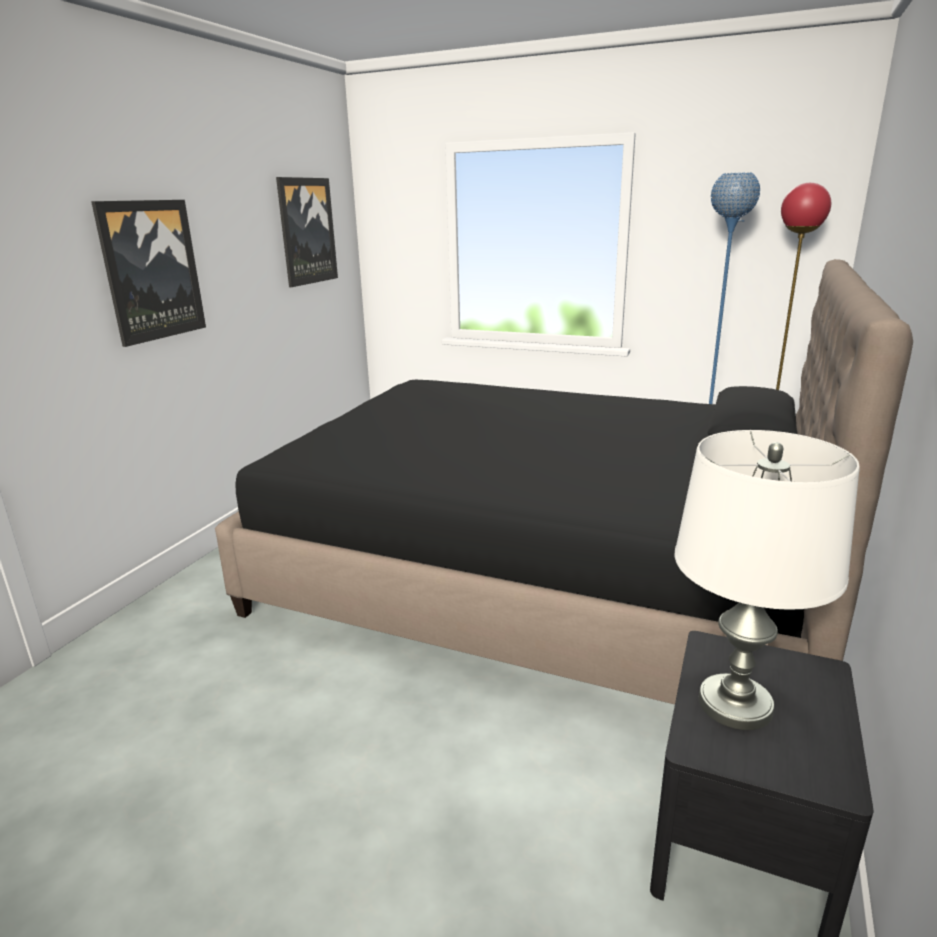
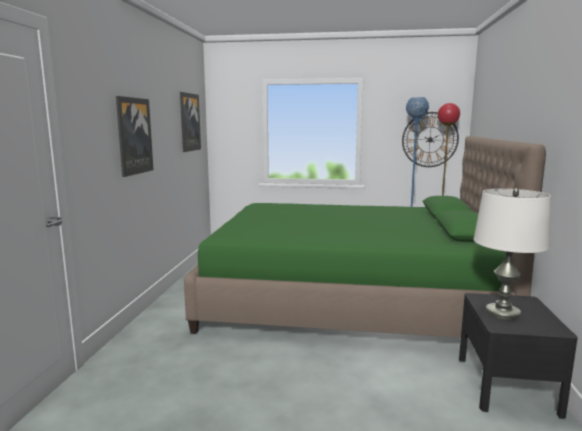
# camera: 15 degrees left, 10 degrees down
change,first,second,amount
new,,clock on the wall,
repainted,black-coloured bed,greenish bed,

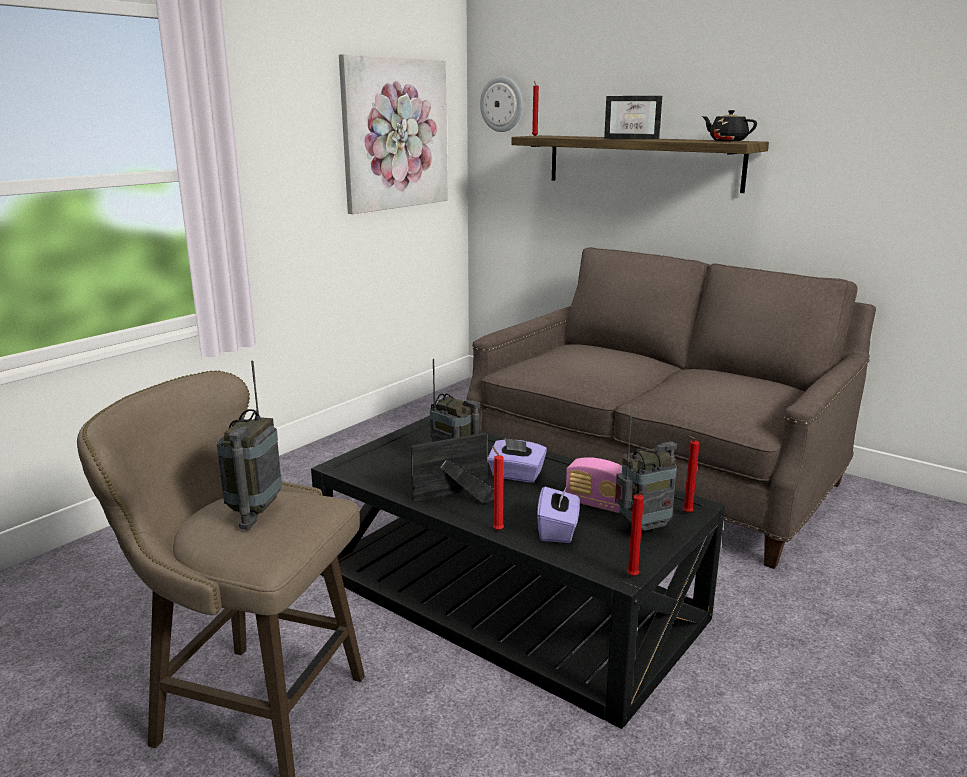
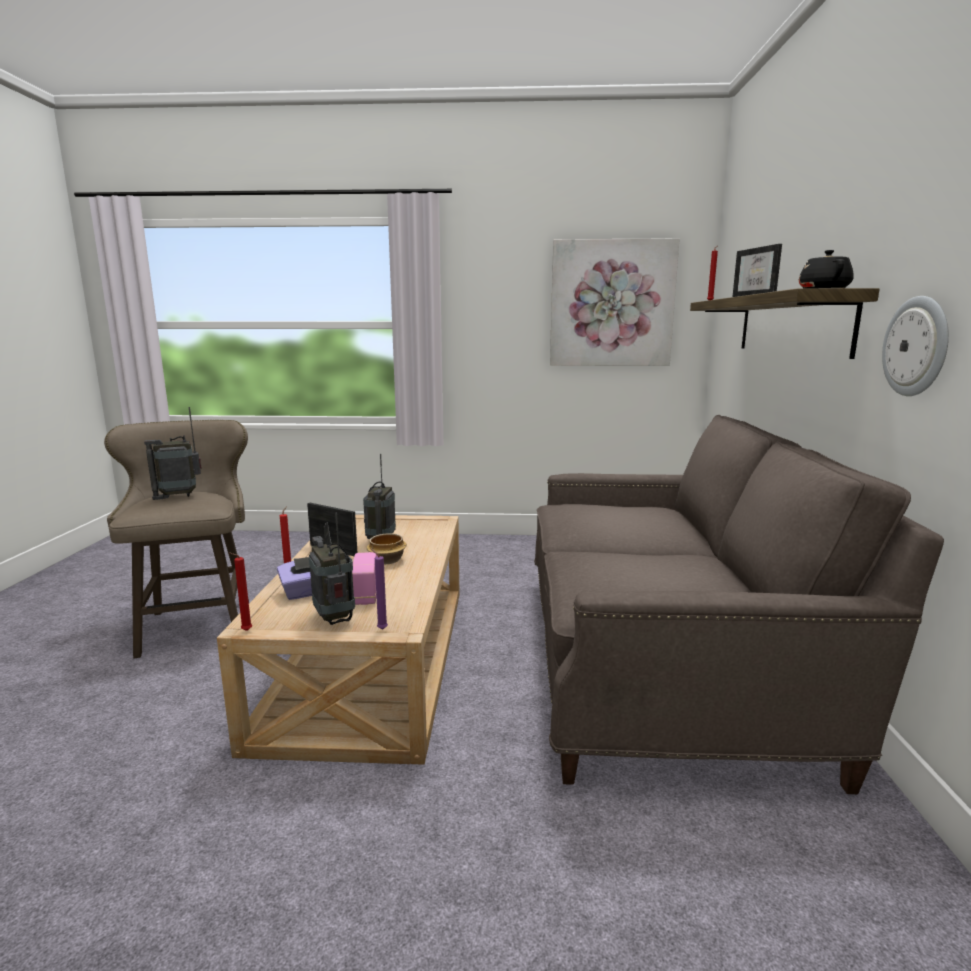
# camera: 55 degrees right, 5 degrees down
change,first,second,amount
shifted,clock on the wall,,
swapped,purple-coloured tissue holder (no. 1 from left),bowl,
repainted,black-coloured low table,beige low table,
repainted,red-coloured candle (no. 4 from left),purple-coloured candle,
rotated,radio set (no. 4 from left in the first image),radio set (no. 2 from left),150 degrees counterclockwise

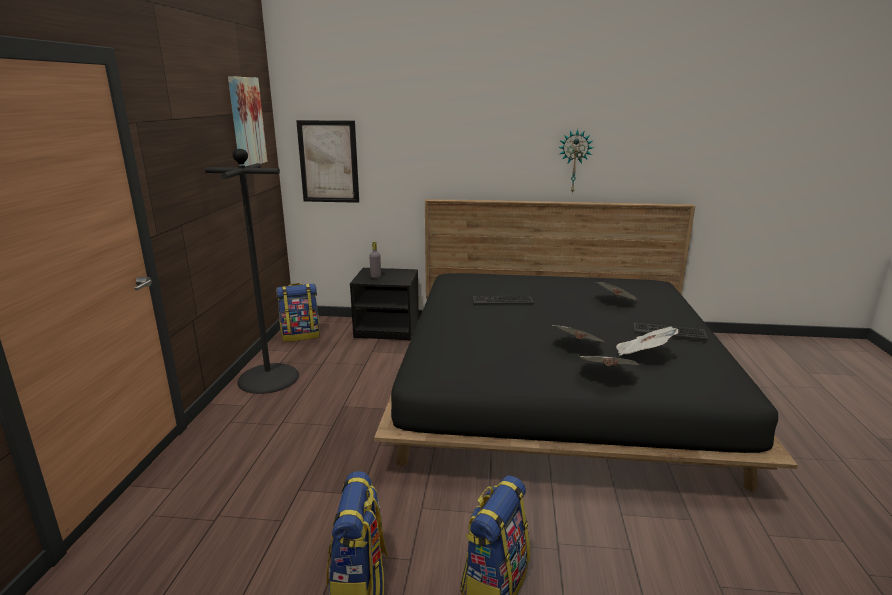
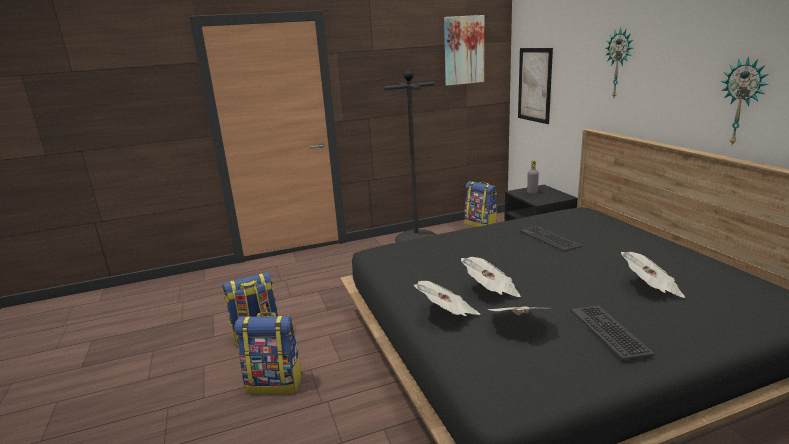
# camera: 65 degrees right, 0 degrees up
change,first,second,amount
new,,clock on the wall (no. 1 from left),

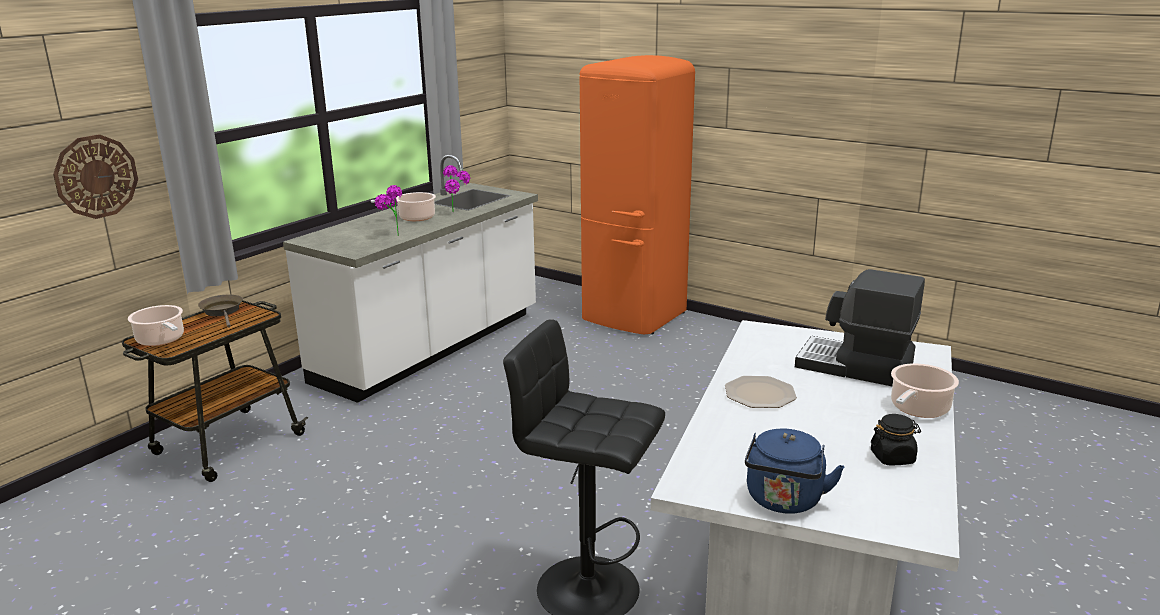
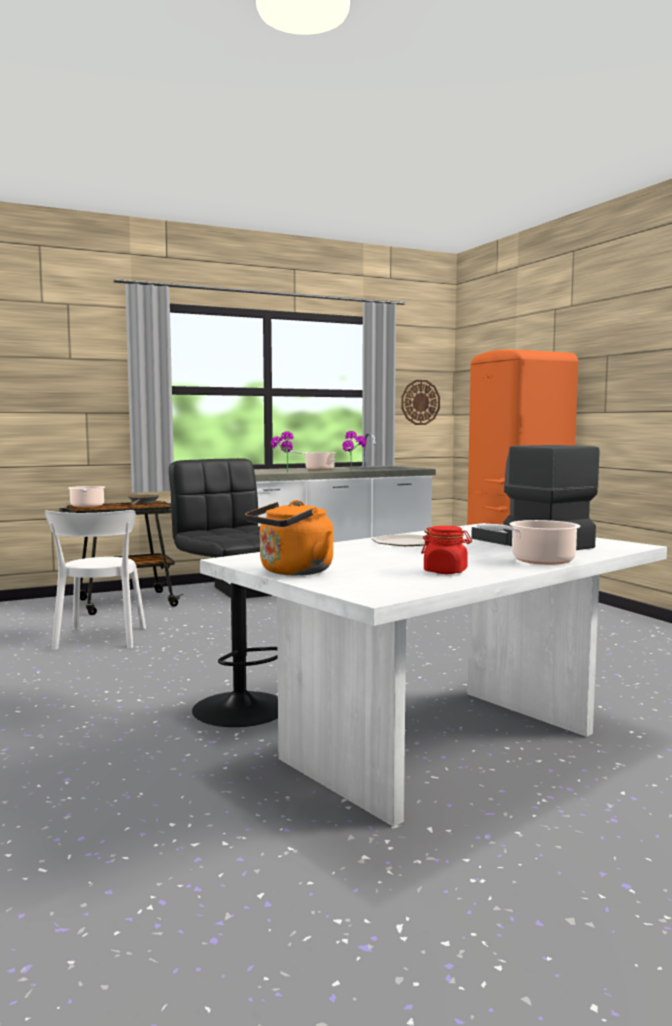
# camera: 30 degrees right, 15 degrees down
change,first,second,amount
new,,whitish chair,
shifted,clock on the wall,,
repainted,bluish kettle,orange-coloured kettle,
repainted,black-coloured jar,red-coloured jar,

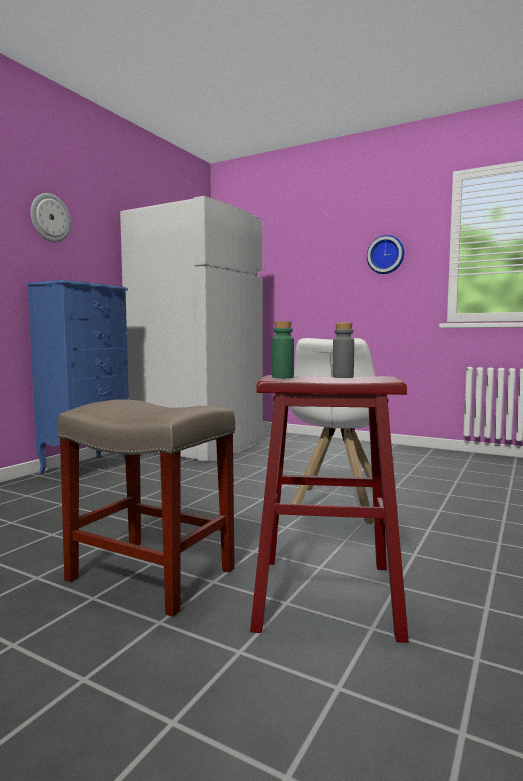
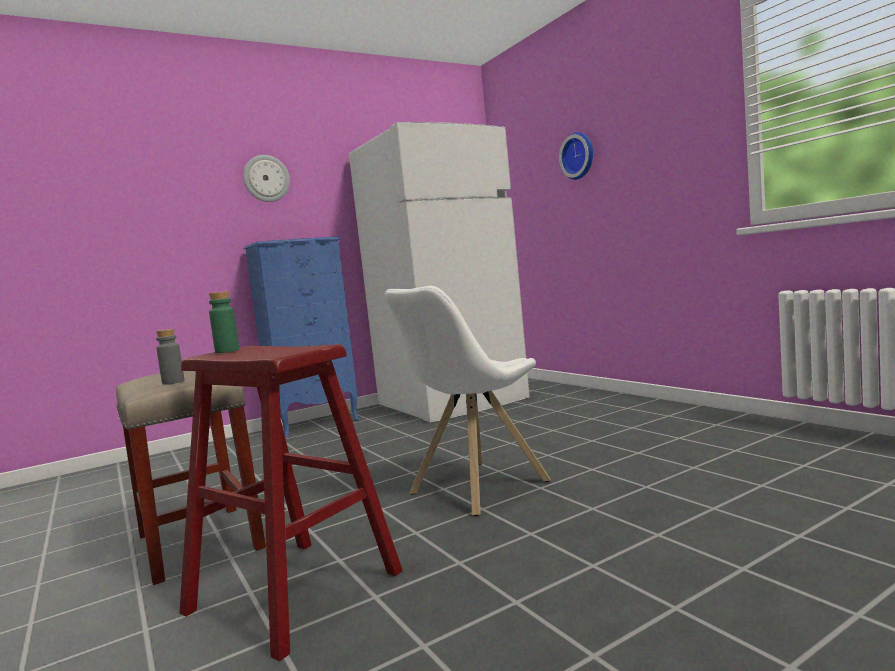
# camera: 30 degrees right, 0 degrees up
change,first,second,amount
shifted,greyish drink bottle,,
shifted,clock on the wall (no. 2 from left),,

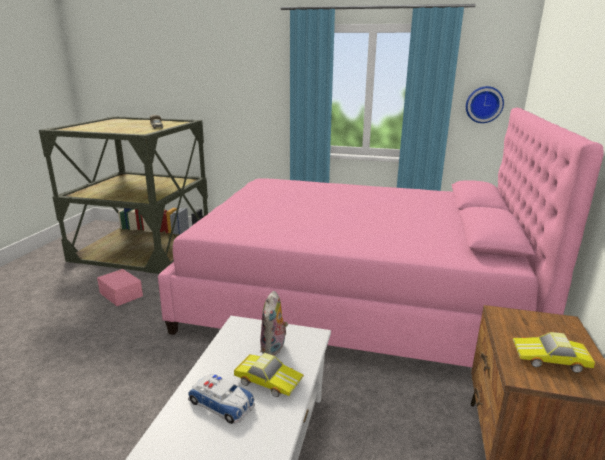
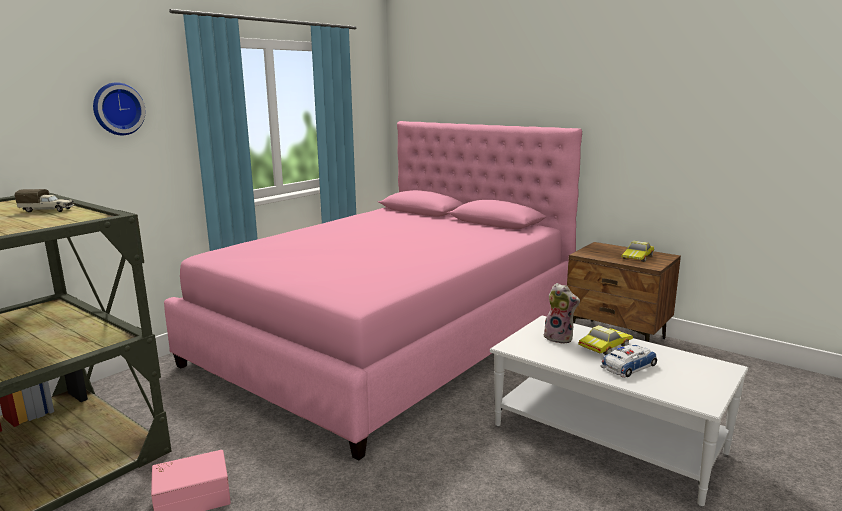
# camera: 65 degrees left, 5 degrees down
change,first,second,amount
shifted,clock on the wall,,

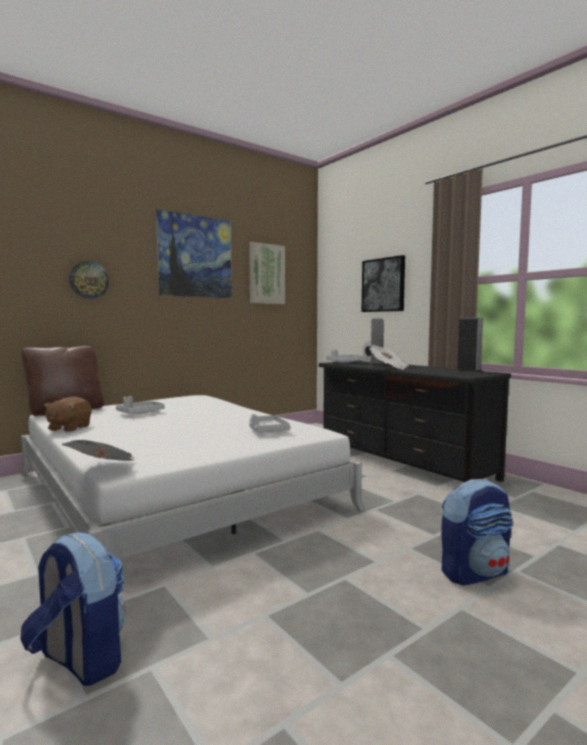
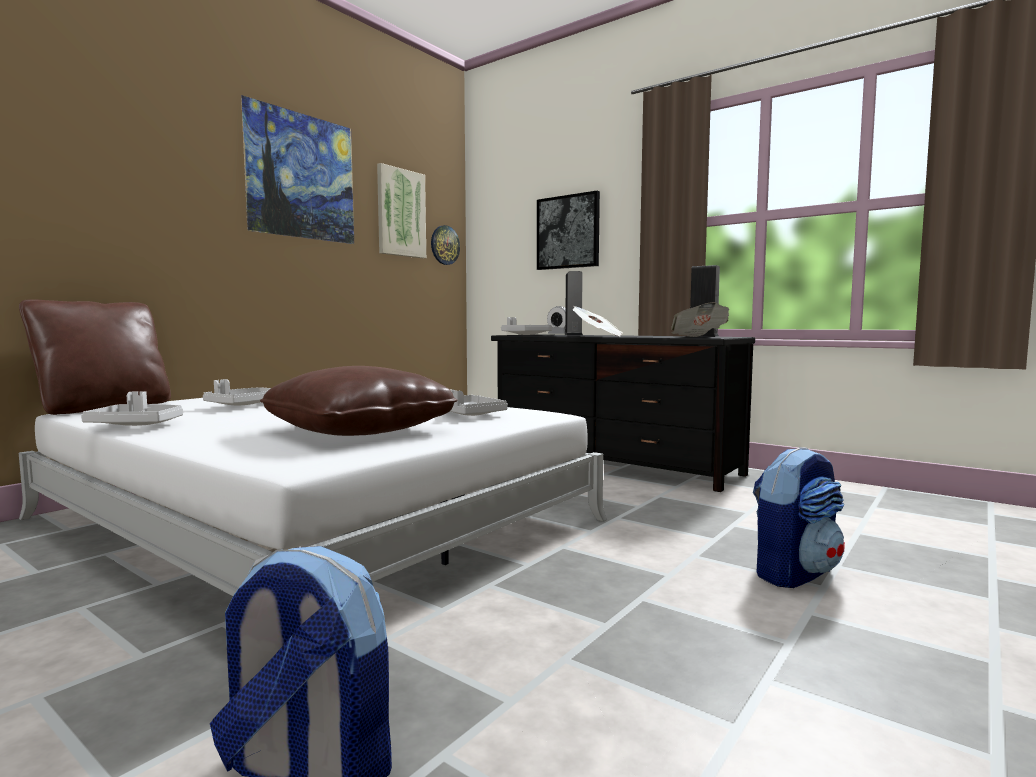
# camera: 15 degrees left, 0 degrees up
change,first,second,amount
new,,brown-coloured throw pillow (no. 2 from left),
shifted,printed paper (no. 1 from left in the first image),printed paper (no. 2 from left),
shifted,clock on the wall,,
swapped,brown-coloured soft toy,greyish serving tray (no. 1 from left),

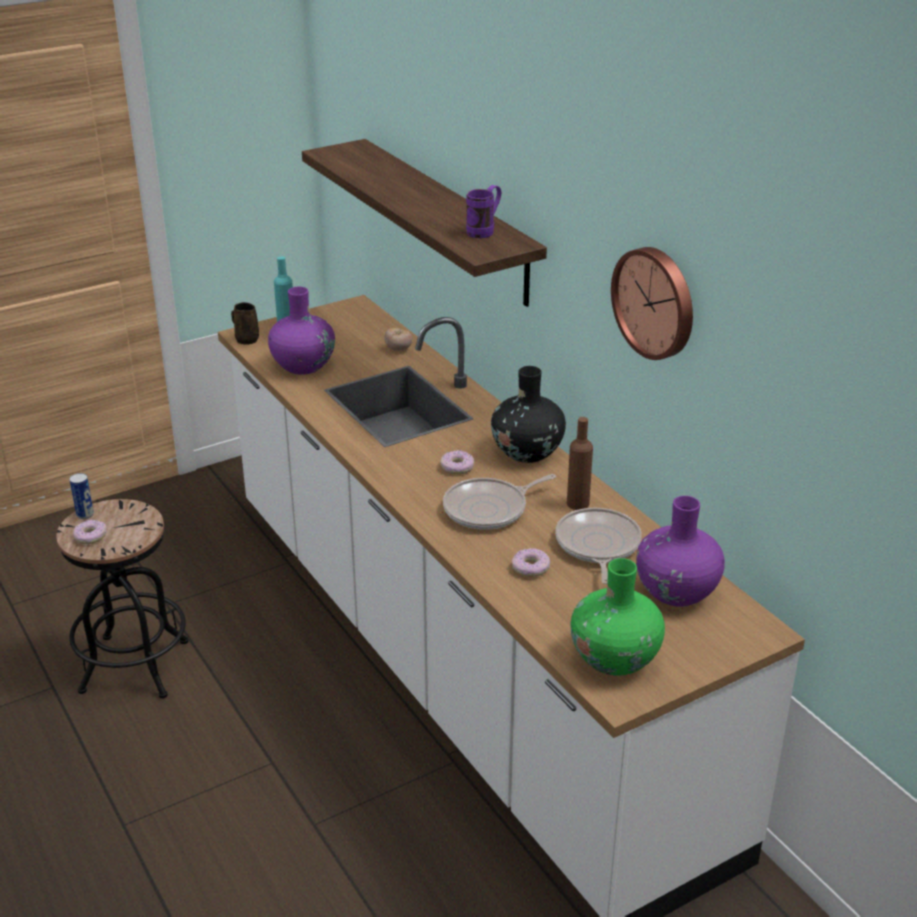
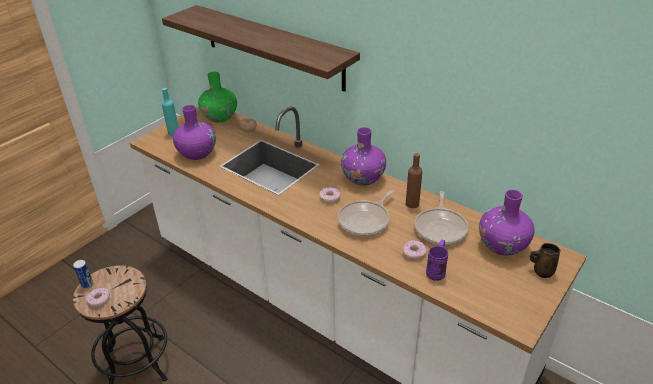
# camera: 20 degrees left, 5 degrees up
change,first,second,amount
gone,clock on the wall,,
shifted,brown-coloured mug,,
shifted,purple-coloured mug,,
shifted,greenish vase,,
repainted,black-coloured vase,purple-coloured vase (no. 2 from left),
rotated,pan (no. 2 from left),,150 degrees counterclockwise

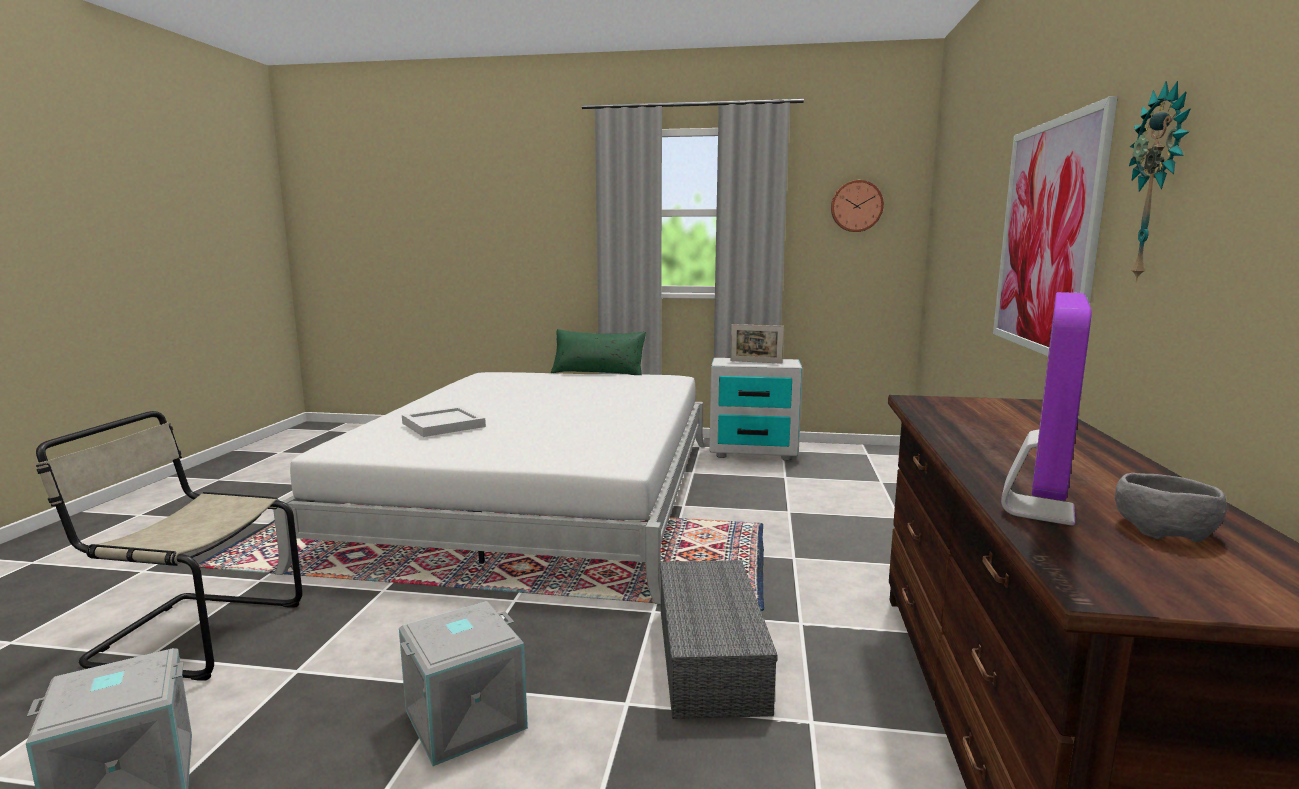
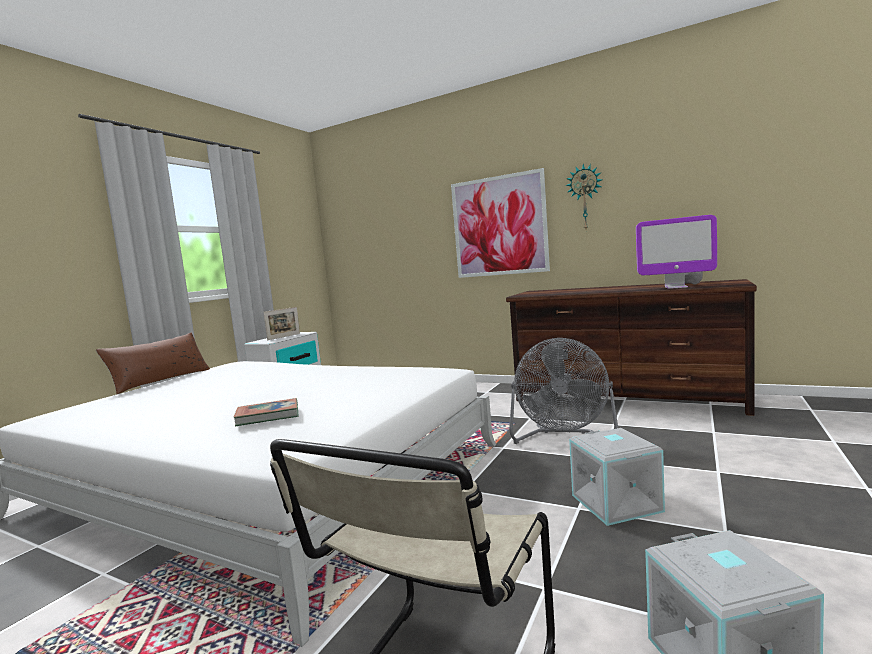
# camera: 70 degrees left, 5 degrees down
change,first,second,amount
gone,clock on the wall (no. 1 from left),,
swapped,whitish serving tray,book,
swapped,greyish storage box (no. 3 from left),greyish electric fan,
repainted,greenish throw pillow,brown-coloured throw pillow,
rotated,computer screen,,150 degrees clockwise

